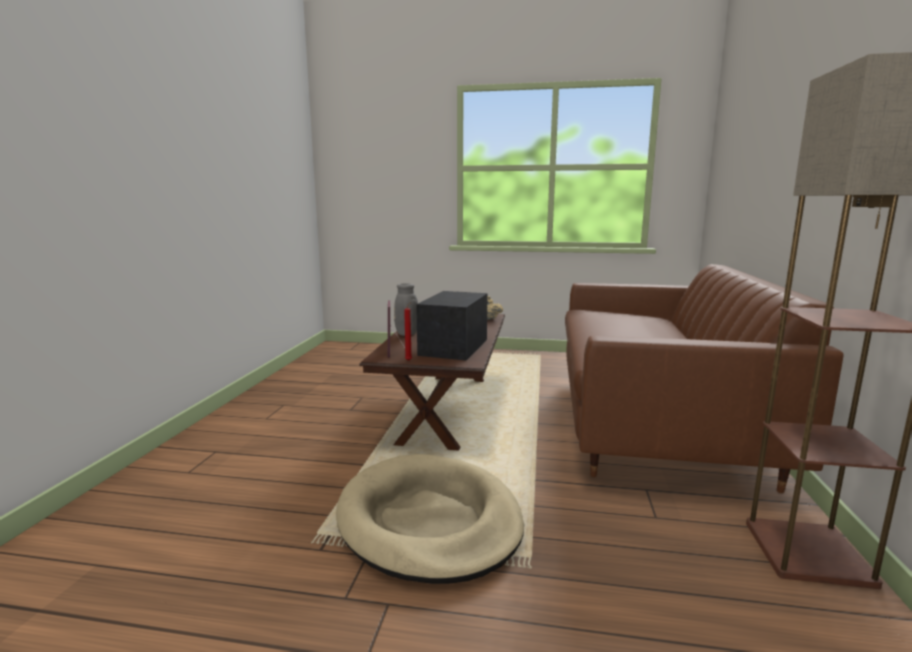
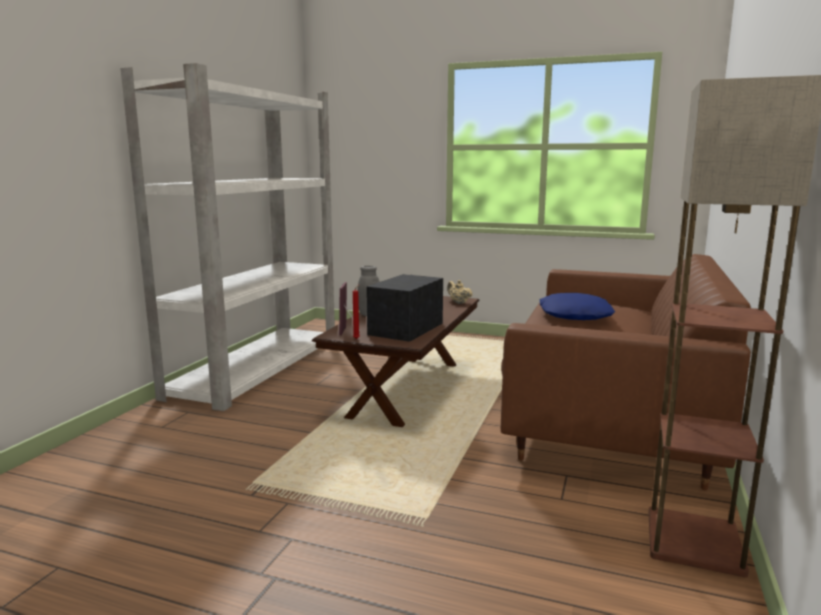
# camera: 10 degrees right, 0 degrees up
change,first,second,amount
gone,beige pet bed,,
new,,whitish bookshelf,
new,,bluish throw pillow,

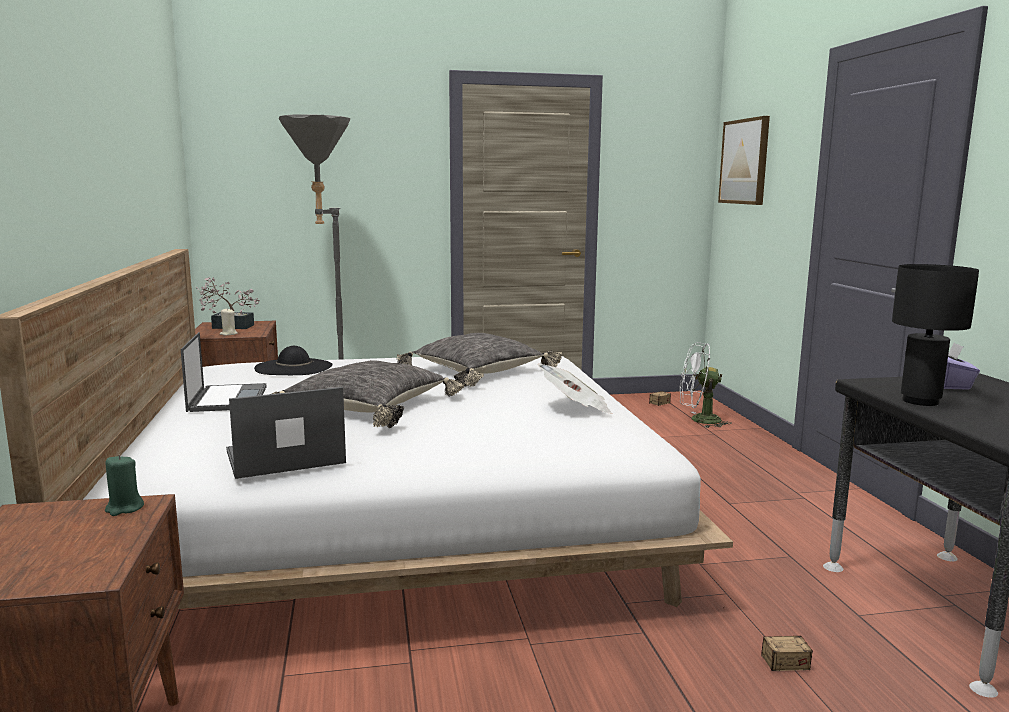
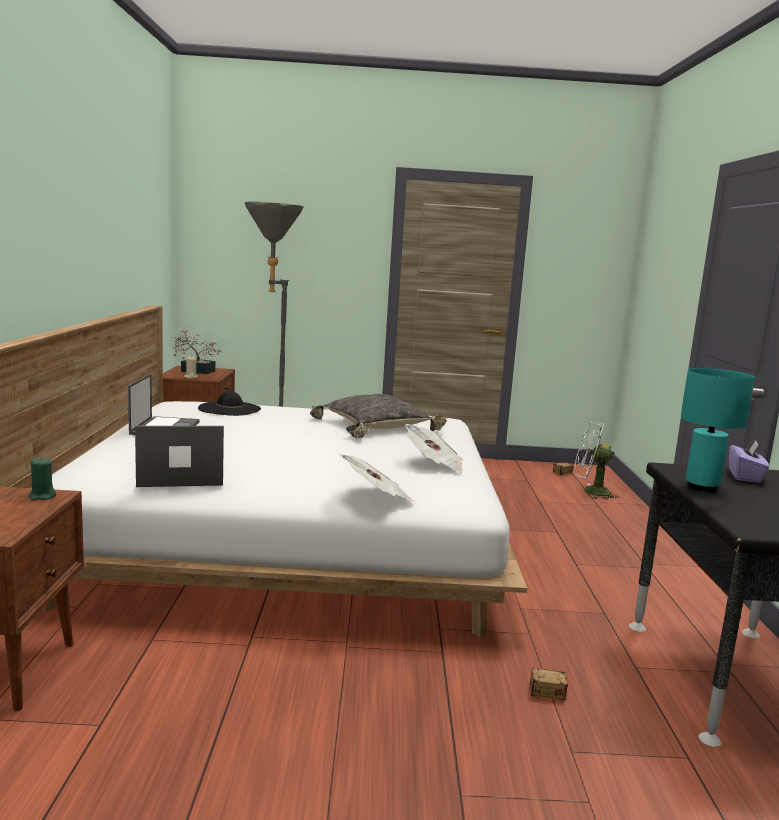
# camera: 10 degrees right, 0 degrees up
change,first,second,amount
gone,throw pillow (no. 1 from left),,
gone,picture,,
new,,printed paper (no. 1 from left),
repainted,black-coloured tabletop lamp,blue-green tabletop lamp,

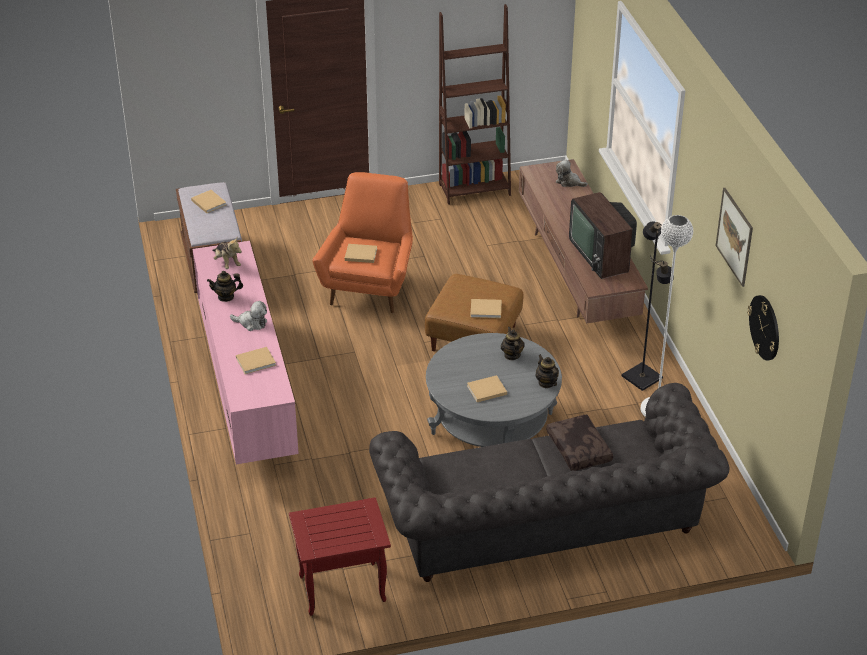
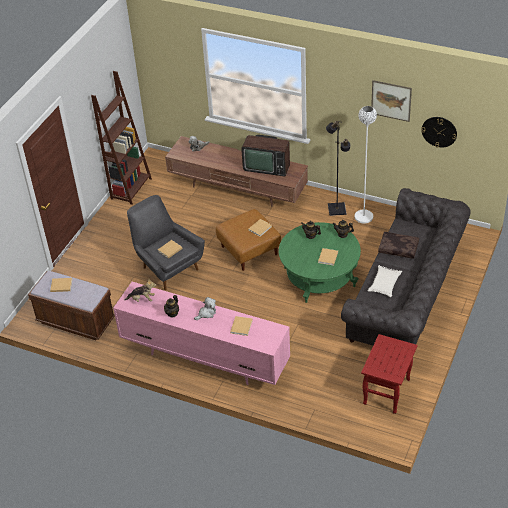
# camera: 50 degrees left, 5 degrees up
change,first,second,amount
new,,whitish throw pillow,
repainted,orange-coloured armchair,greyish armchair,
repainted,greyish low table,greenish low table,

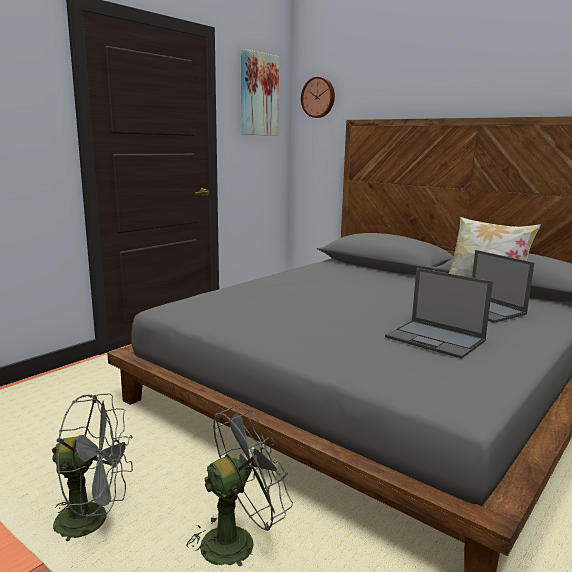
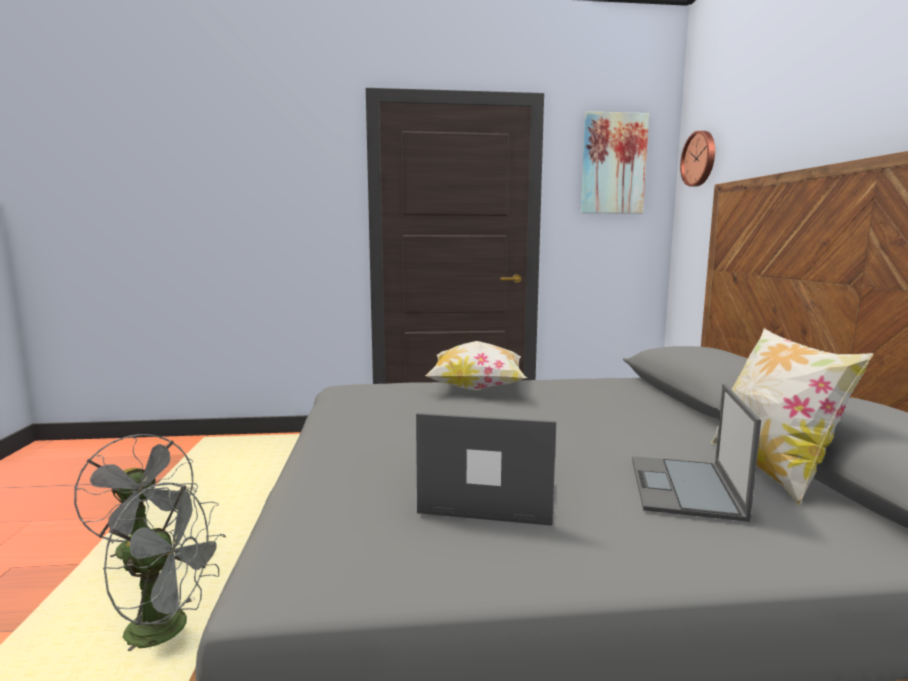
# camera: 45 degrees right, 5 degrees down
change,first,second,amount
new,,throw pillow (no. 1 from left),
rotated,laptop (no. 1 from left),,105 degrees clockwise

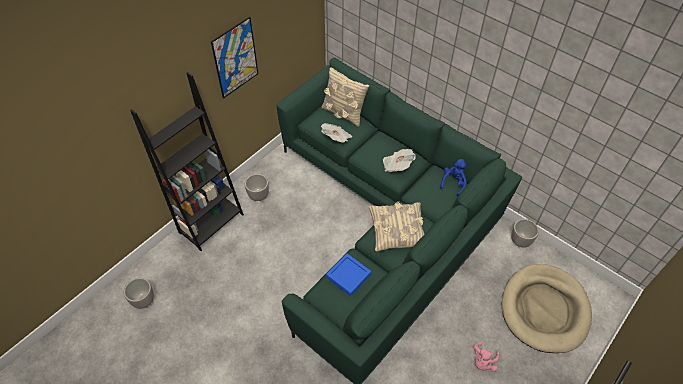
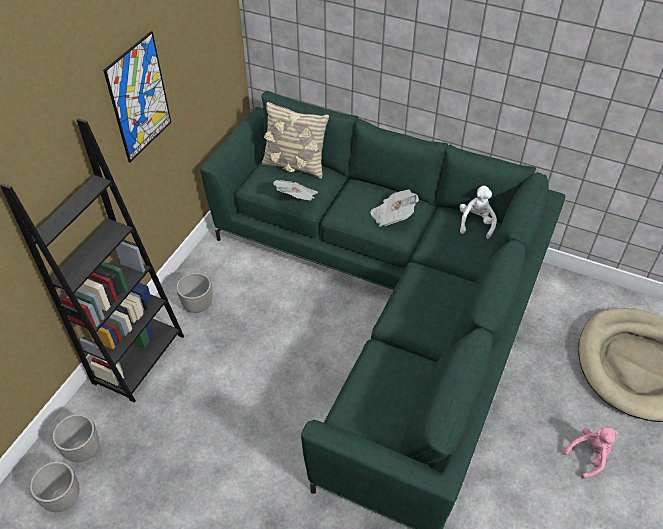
# camera: 15 degrees left, 5 degrees down
change,first,second,amount
gone,bluish serving tray,,
gone,beige throw pillow (no. 2 from left),,
shifted,flower pot (no. 3 from left in the first image),flower pot (no. 2 from left),
repainted,bluish soft toy,whitish soft toy,
rotated,pink soft toy,,135 degrees counterclockwise

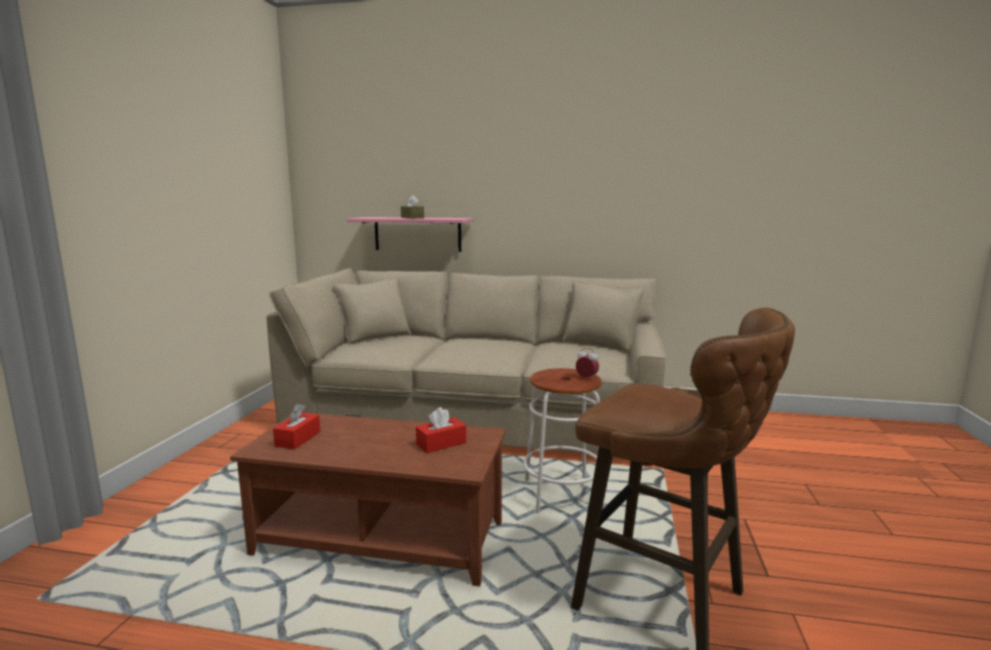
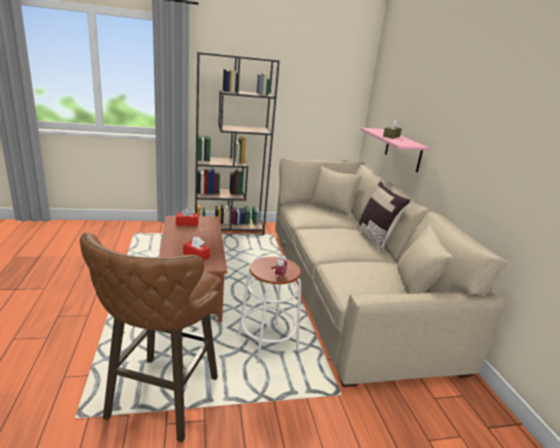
# camera: 65 degrees right, 10 degrees up
change,first,second,amount
new,,bookshelf,
new,,throw pillow,

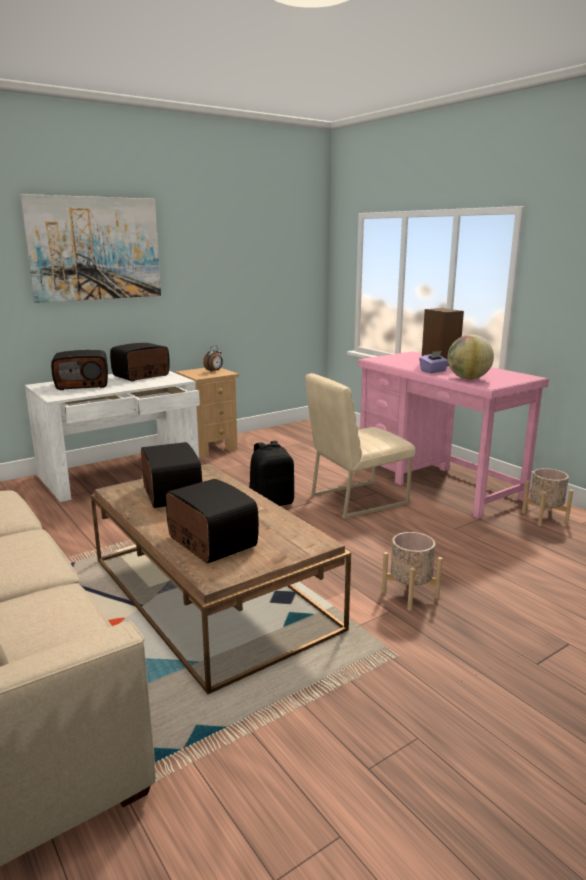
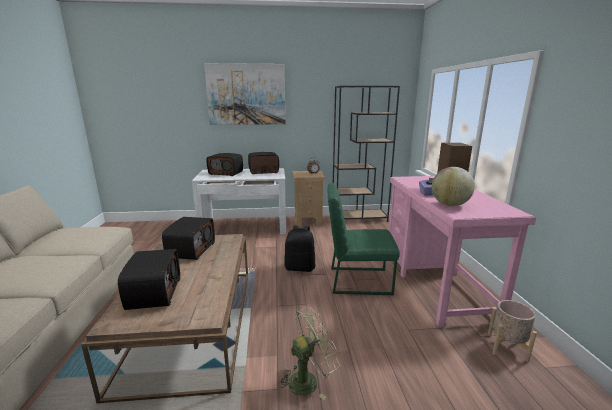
# camera: 30 degrees right, 0 degrees up
change,first,second,amount
new,,bookshelf,
swapped,beige flower pot (no. 1 from left),greenish electric fan,
repainted,beige chair,greenish chair,

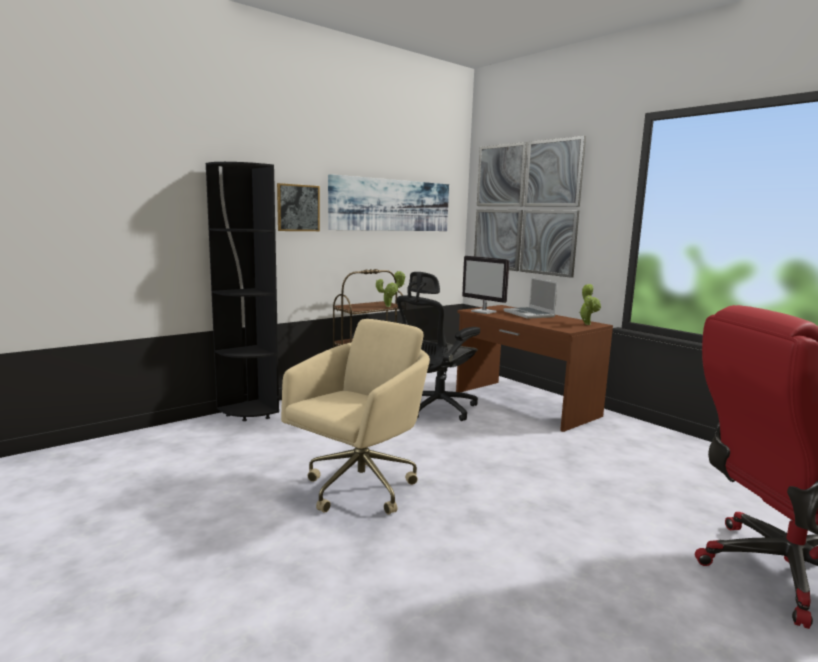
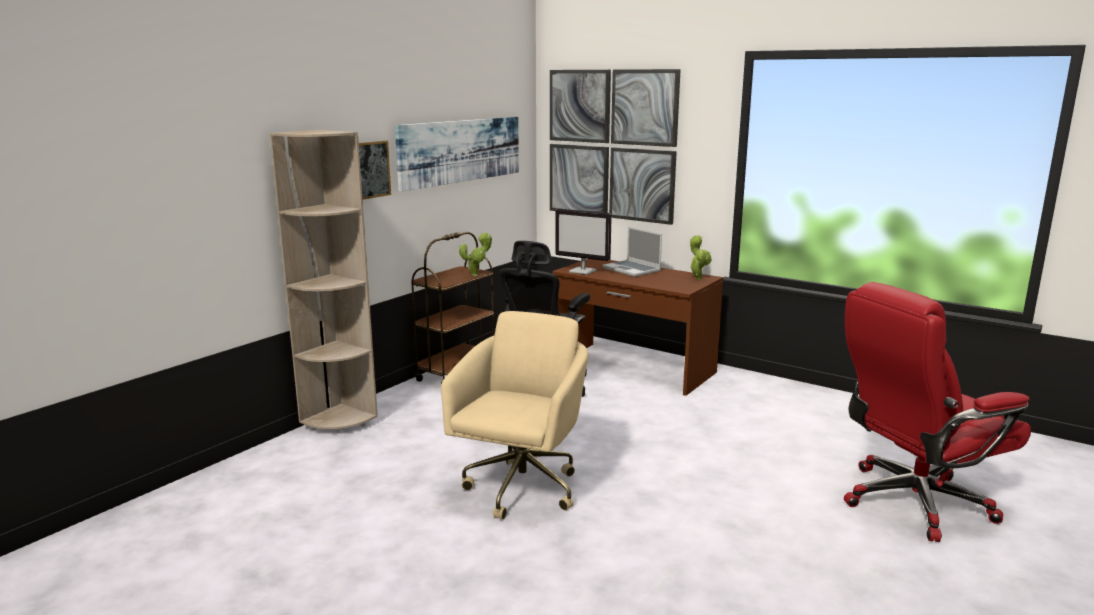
# camera: 15 degrees left, 5 degrees up
change,first,second,amount
repainted,black-coloured bookshelf,beige bookshelf,

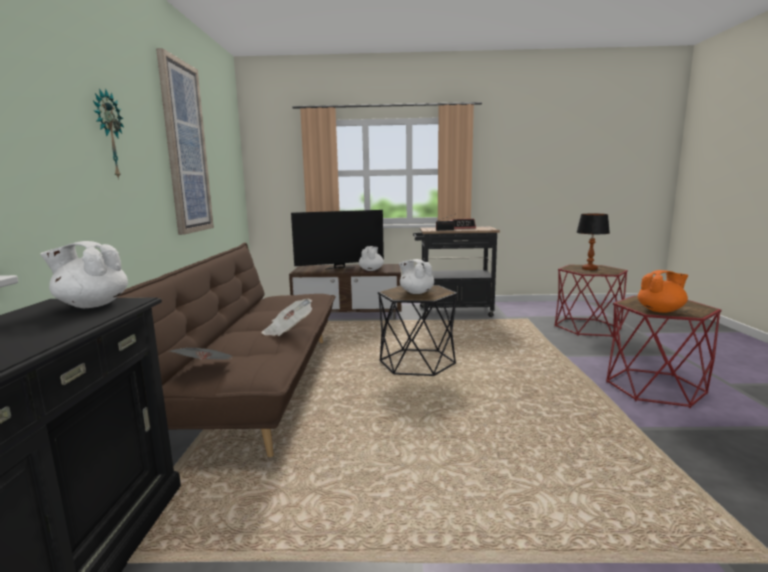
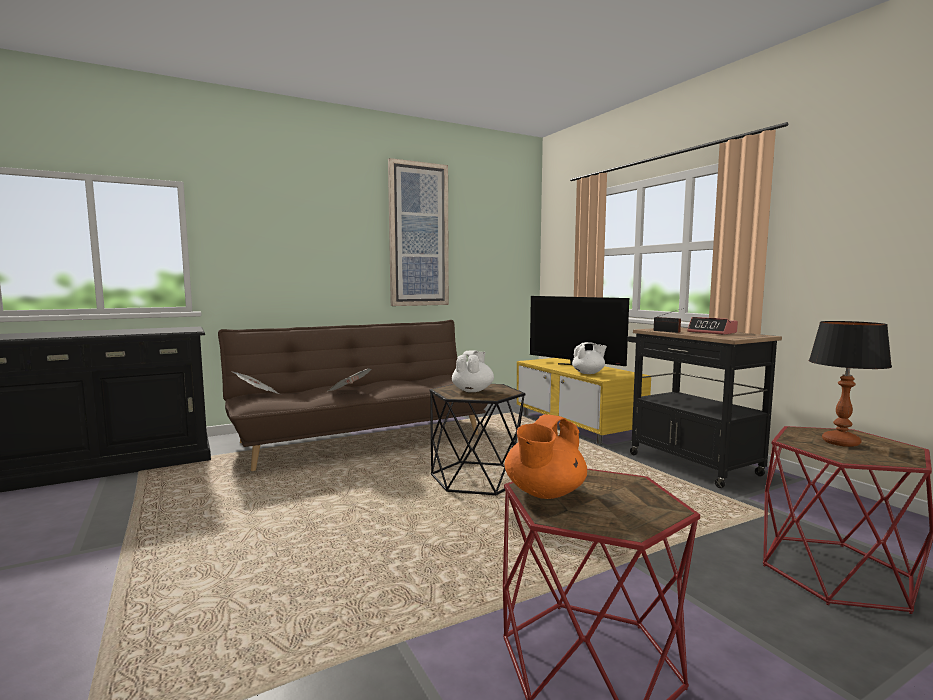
# camera: 60 degrees right, 5 degrees down
change,first,second,amount
gone,whitish teapot (no. 1 from left),,
gone,clock on the wall,,
repainted,brown-coloured tv stand,yellow tv stand,
rotated,orange-coloured teapot,,75 degrees clockwise

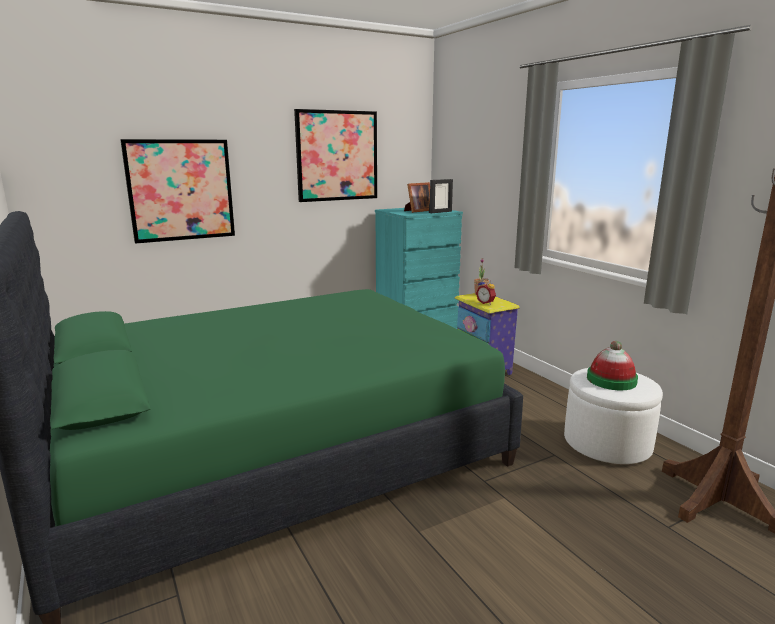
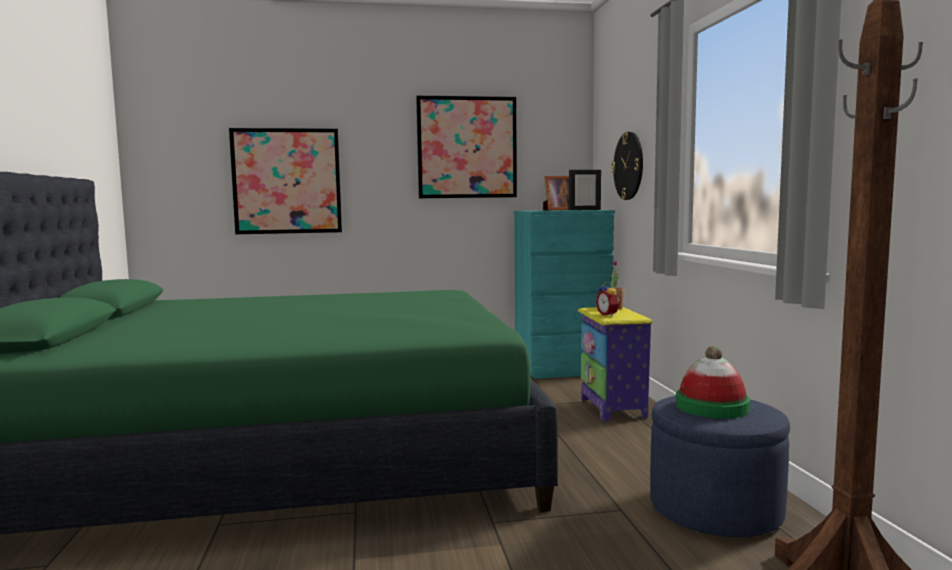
# camera: 20 degrees right, 10 degrees down
change,first,second,amount
new,,clock on the wall,
repainted,whitish footrest,bluish footrest,

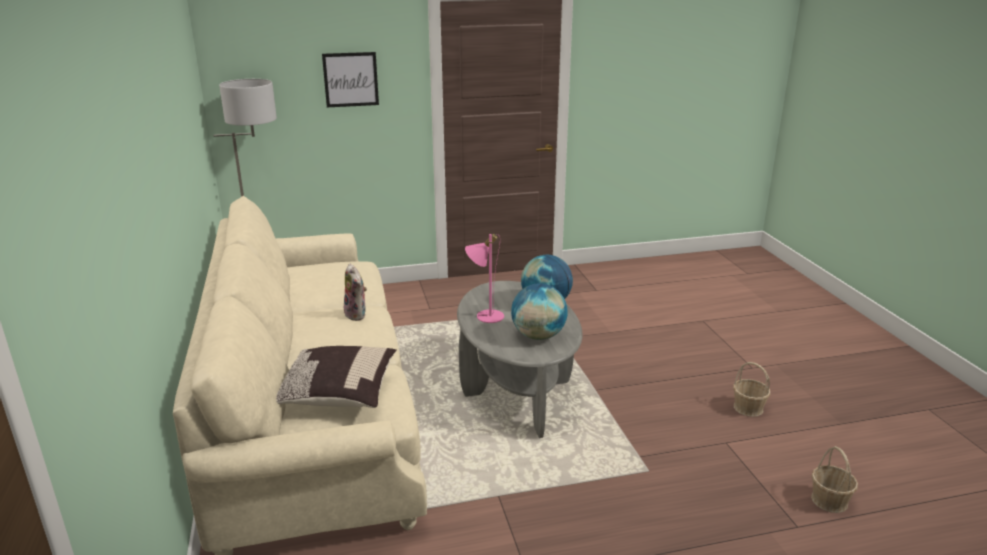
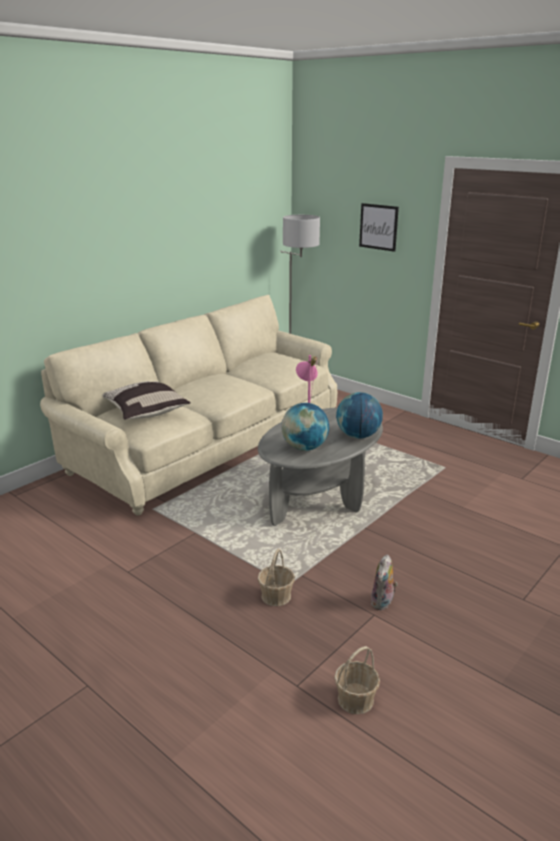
# camera: 55 degrees right, 0 degrees up
change,first,second,amount
shifted,soft toy,,
shifted,storage basket (no. 1 from left),,

